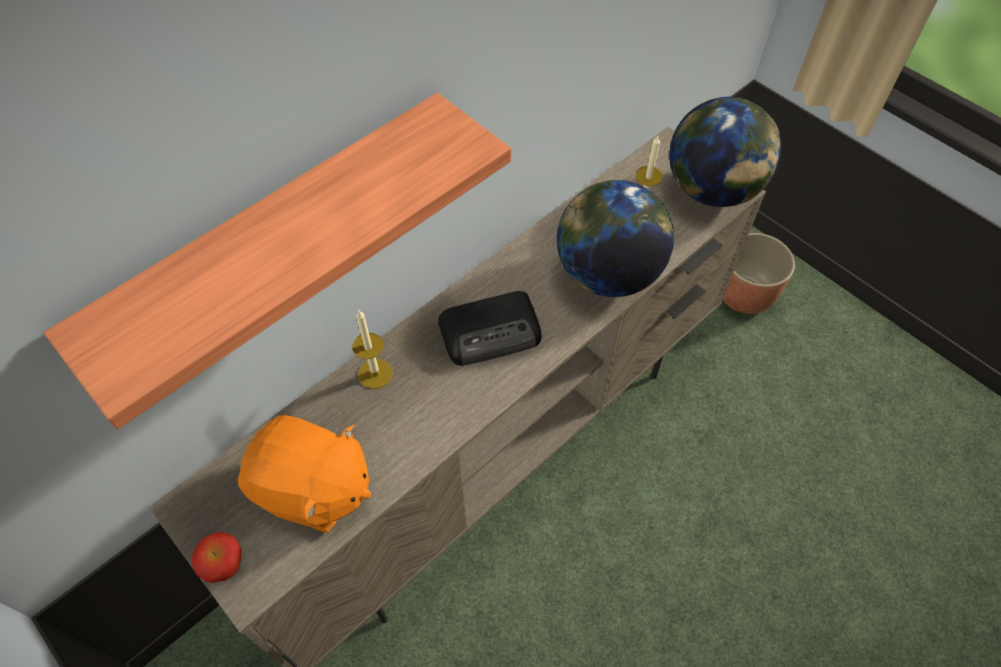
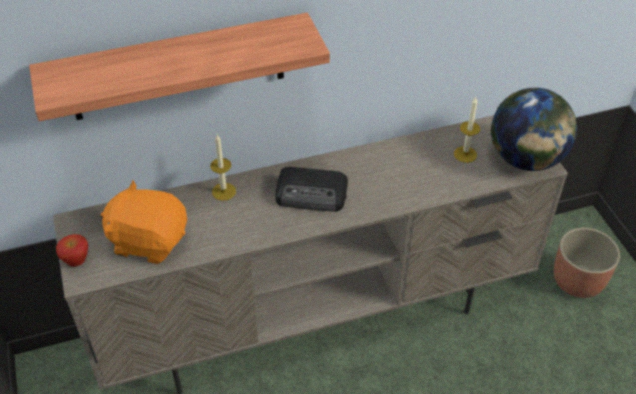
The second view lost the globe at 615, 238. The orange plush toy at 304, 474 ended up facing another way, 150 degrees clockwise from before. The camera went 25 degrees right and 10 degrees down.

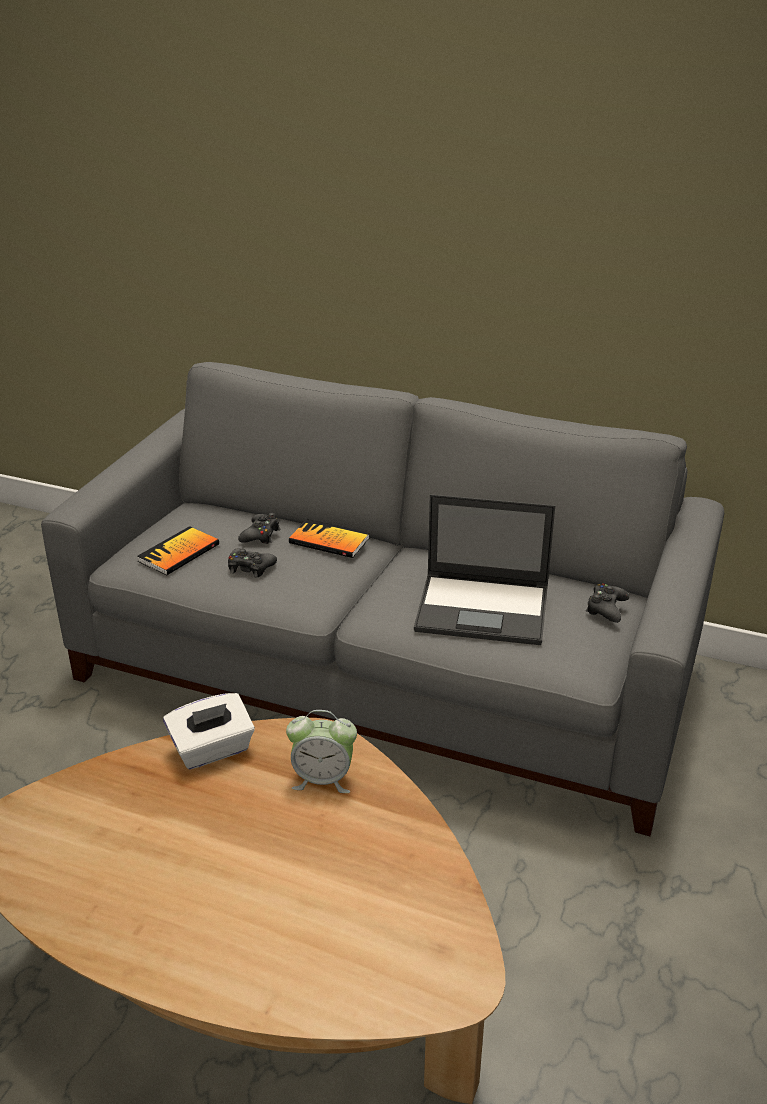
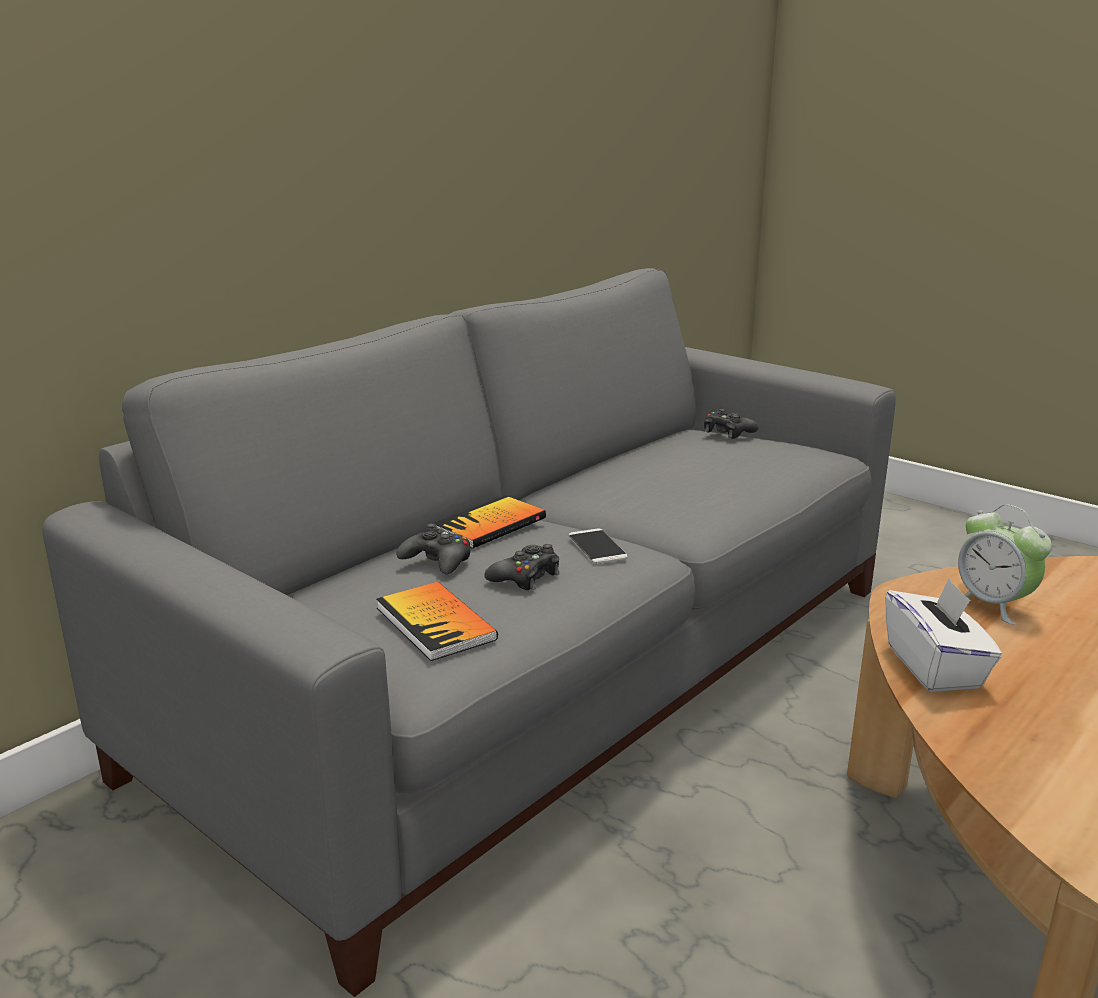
The second view lost the laptop at 484, 569. The second view gained the phone at 598, 546. The alarm clock at 321, 751 ended up facing another way, 120 degrees clockwise from before. The camera went 70 degrees left and 10 degrees down.

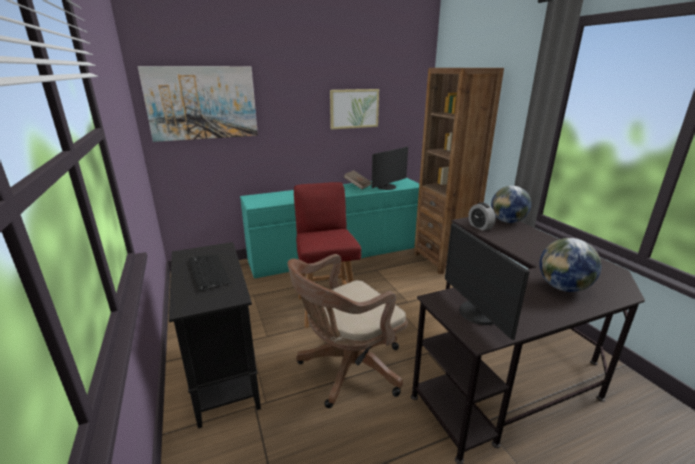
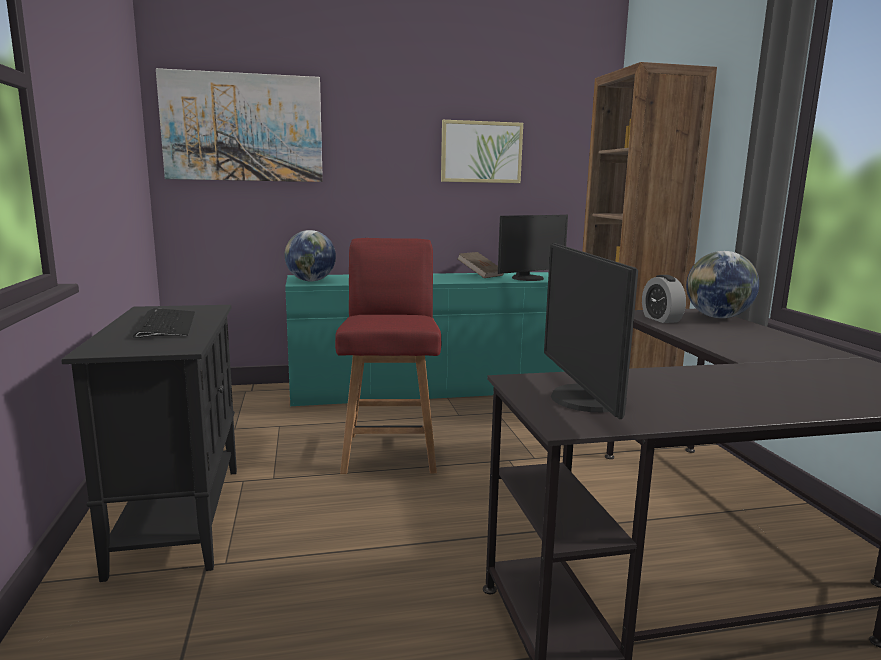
The second view lost the brown office chair at 348, 331. The globe ended up elsewhere, having gone from 570, 265 to 310, 255. The camera went 10 degrees right and 10 degrees down.

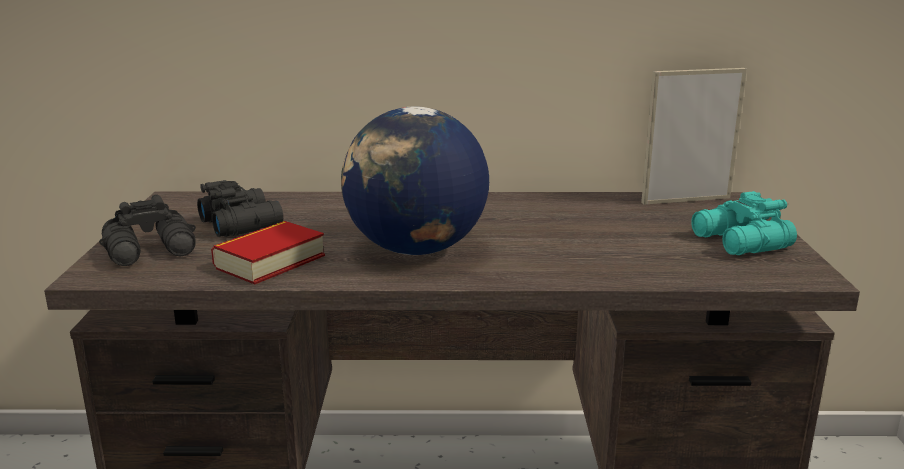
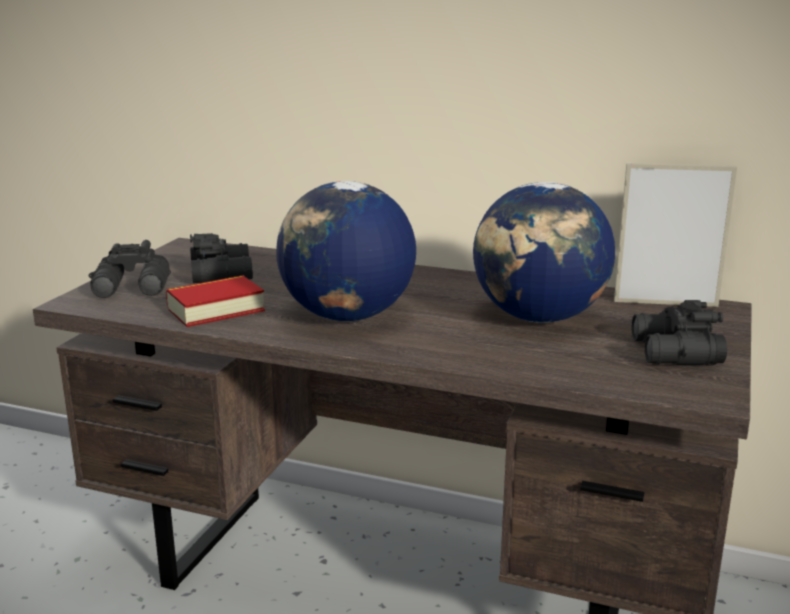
The second view gained the globe at 544, 252. What was the turquoise binoculars at 744, 223 turned into the black binoculars at 679, 332. The camera went 20 degrees right and 0 degrees up.

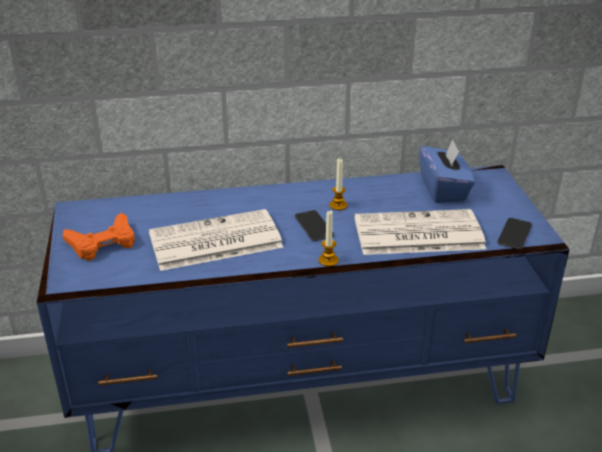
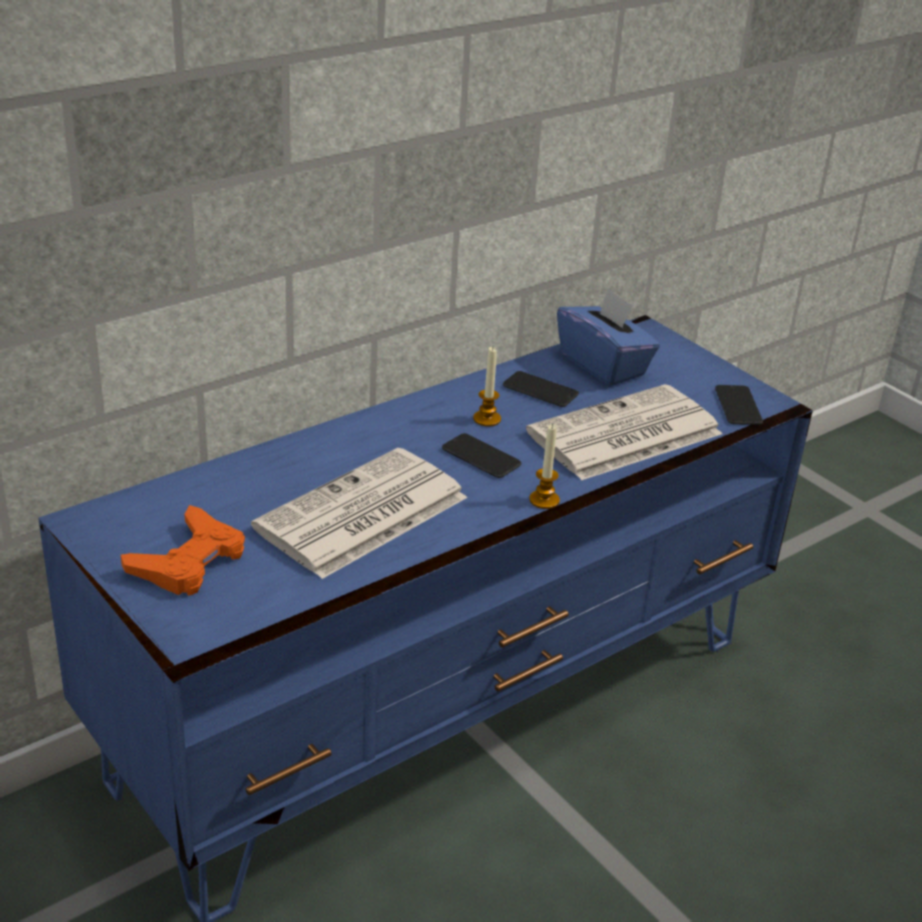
The second view gained the phone at 541, 389. The camera went 30 degrees left and 0 degrees up.

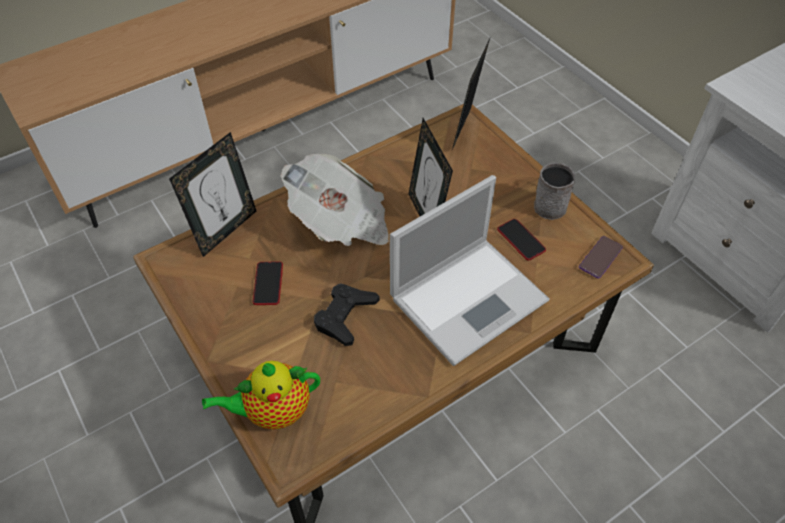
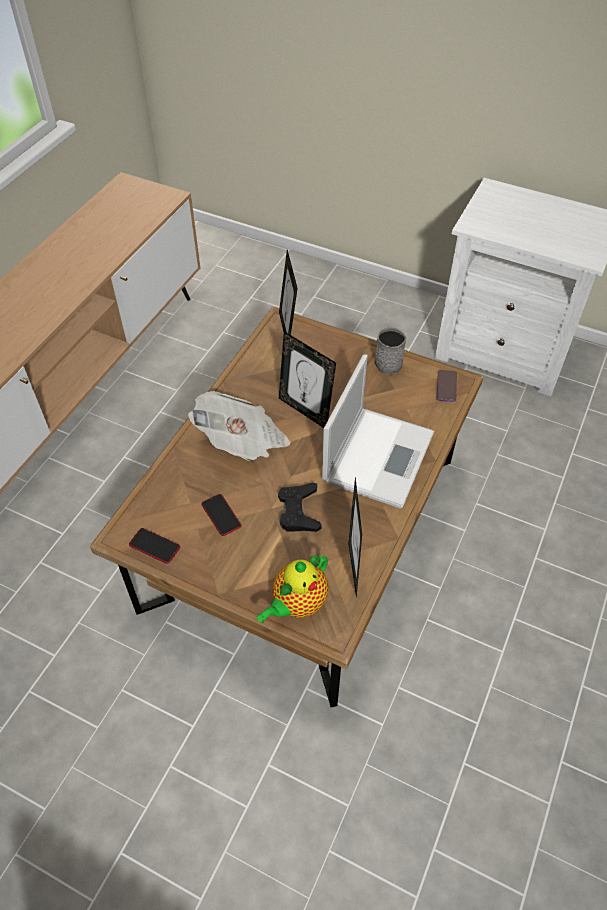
The picture frame ended up elsewhere, having gone from 212, 194 to 355, 537. The phone ended up elsewhere, having gone from 521, 240 to 154, 546. The camera went 30 degrees left and 0 degrees up.

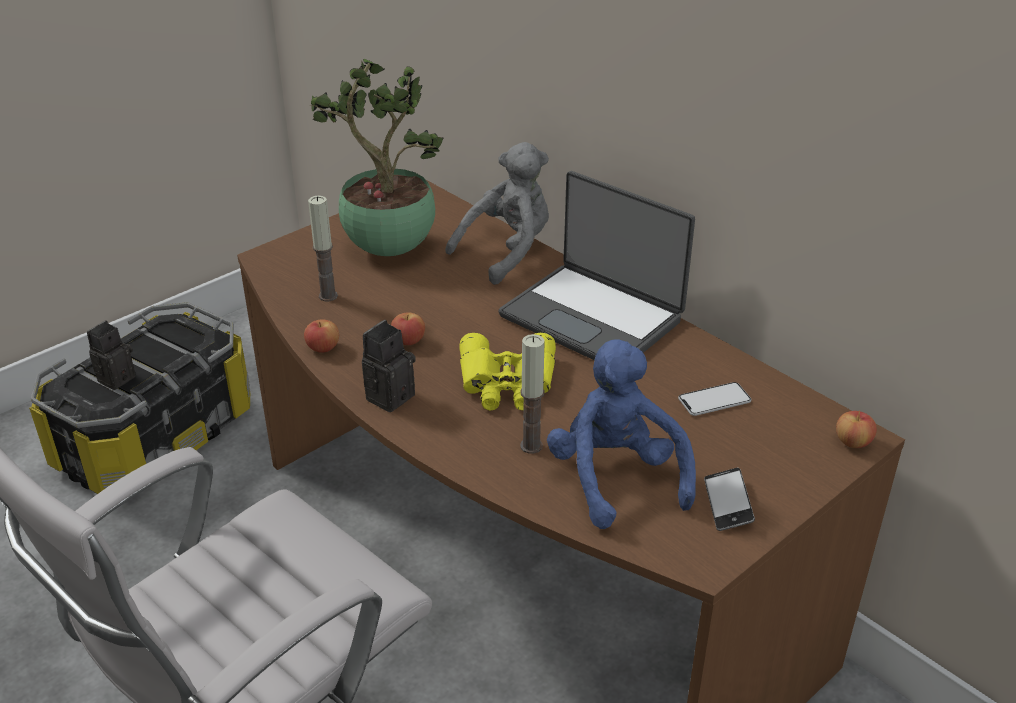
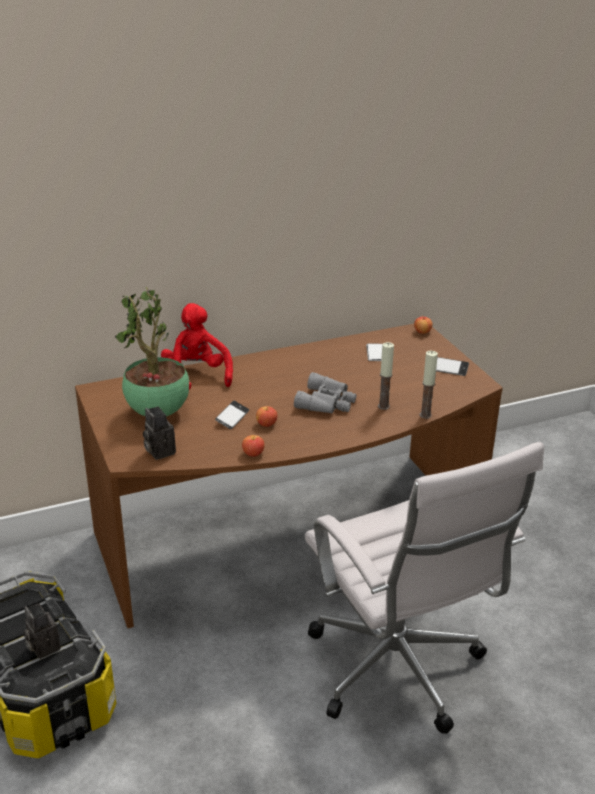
The second view lost the laptop at 597, 265. The second view lost the blue plush toy at 621, 434. The second view gained the phone at 232, 415. The candle ended up elsewhere, having gone from 323, 248 to 429, 385. The photo camera ended up elsewhere, having gone from 389, 366 to 159, 433. What was the grey plush toy at 497, 213 turned into the red plush toy at 197, 346. What was the yellow binoculars at 507, 371 turned into the grey binoculars at 325, 392. The camera went 70 degrees left and 5 degrees down.

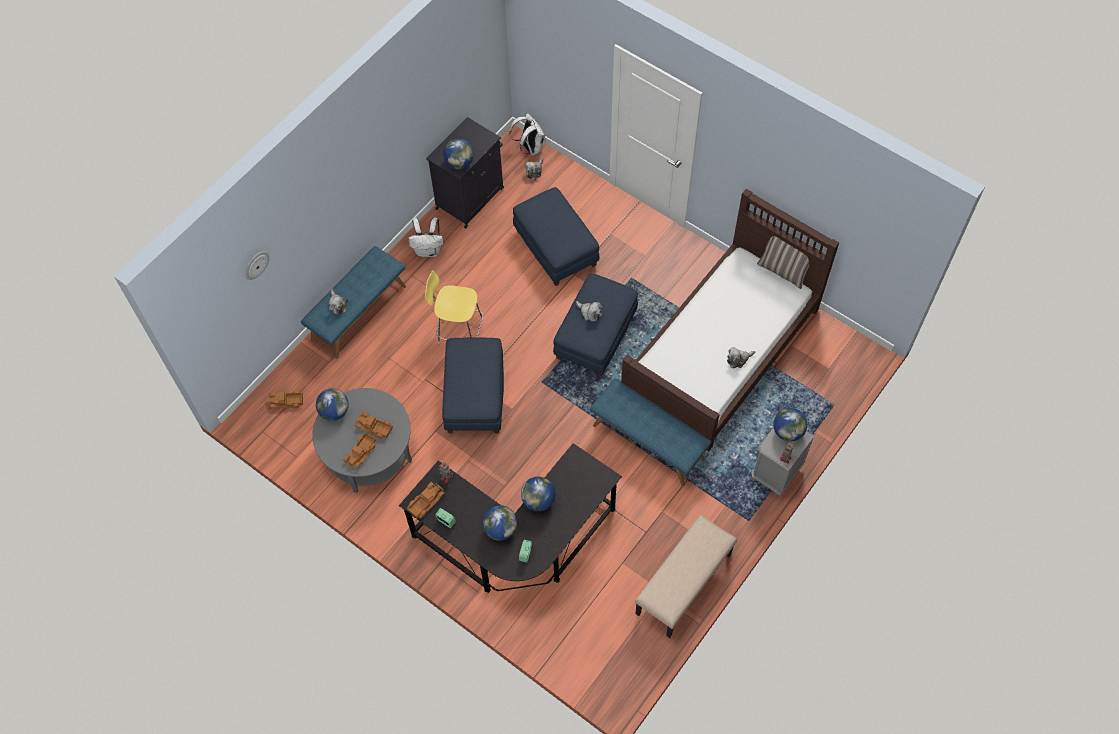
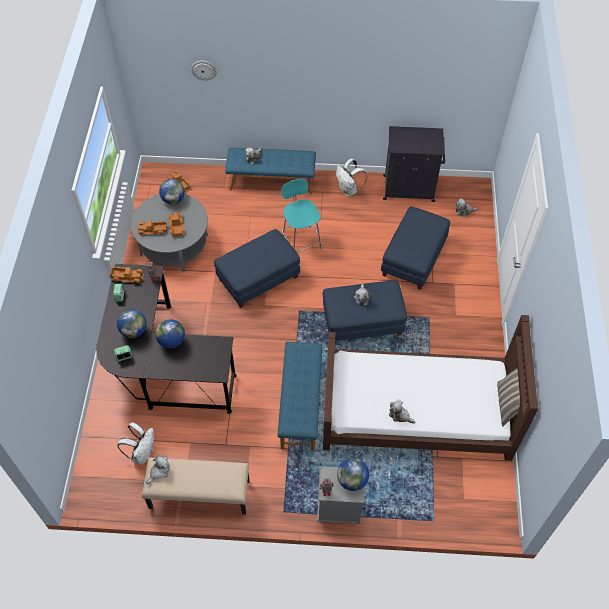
The second view lost the globe at 458, 154. The second view gained the plush toy at 158, 469. The white backpack ended up elsewhere, having gone from 528, 134 to 135, 443. What was the yellow stool at 454, 307 turned into the turquoise stool at 301, 215. The camera went 55 degrees right and 5 degrees down.

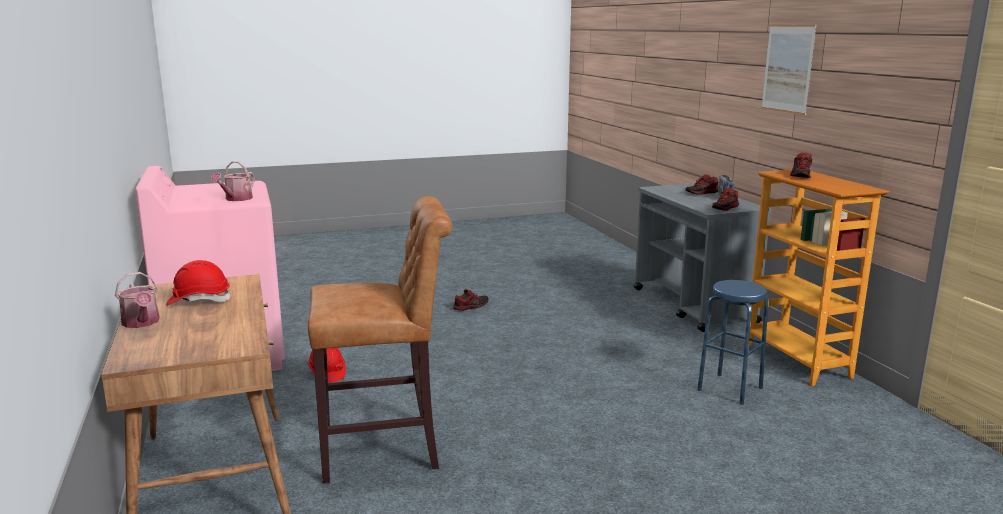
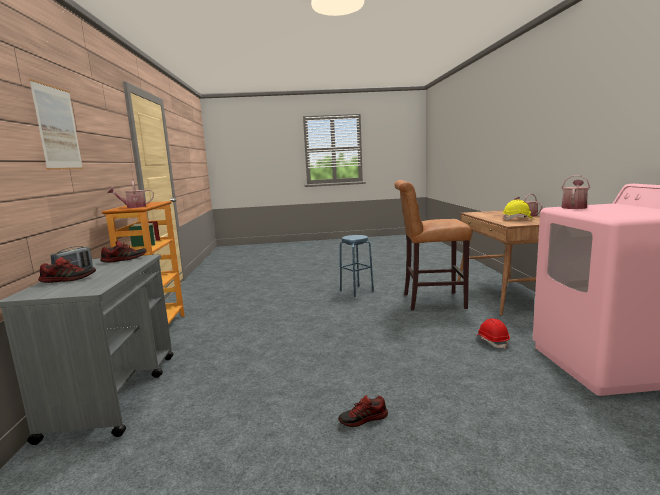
The blue stool ended up elsewhere, having gone from 733, 342 to 357, 266. Where the shoe stood at 801, 165, the watering can came to stand at 130, 194. What was the red hard hat at 198, 283 turned into the yellow hard hat at 518, 210. The camera went 165 degrees left and 5 degrees down.

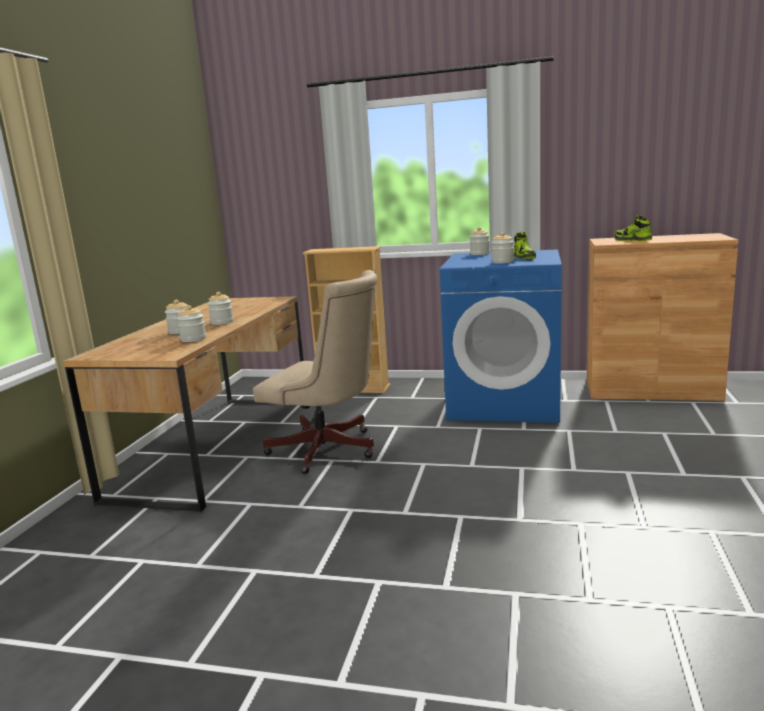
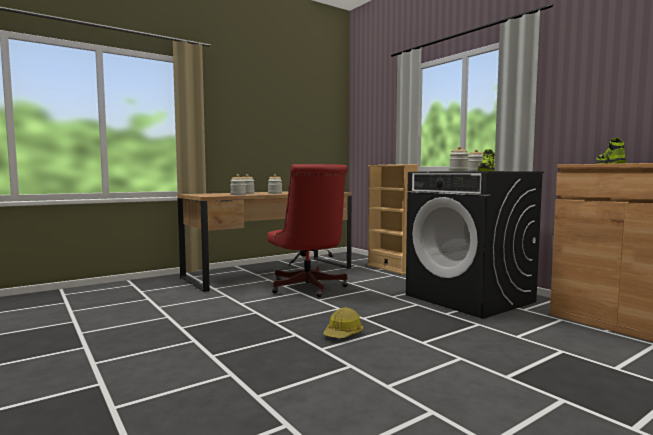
The second view gained the hard hat at 343, 322. What was the beige office chair at 315, 372 turned into the red office chair at 307, 230. What was the blue washing machine at 501, 336 turned into the black washing machine at 475, 245. The camera went 40 degrees right and 10 degrees down.

